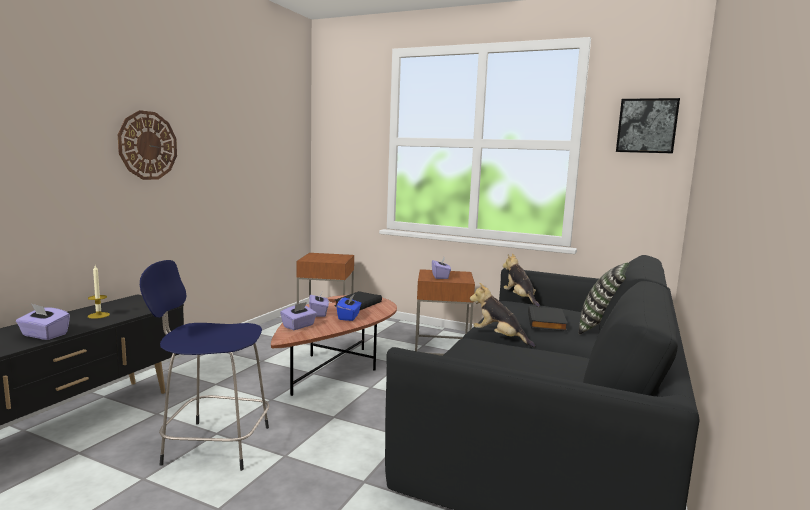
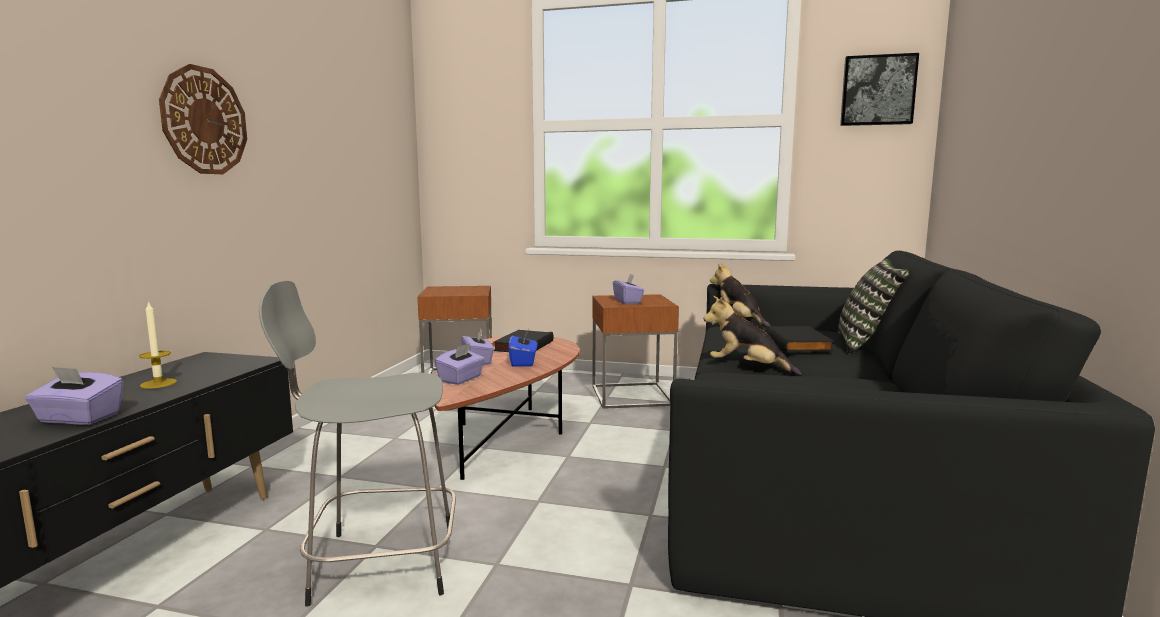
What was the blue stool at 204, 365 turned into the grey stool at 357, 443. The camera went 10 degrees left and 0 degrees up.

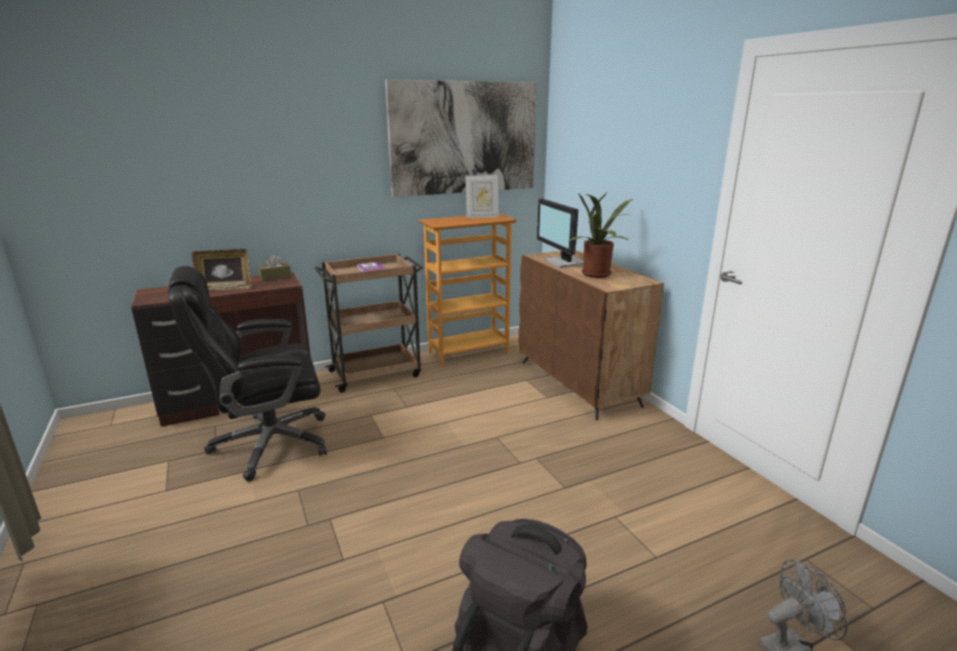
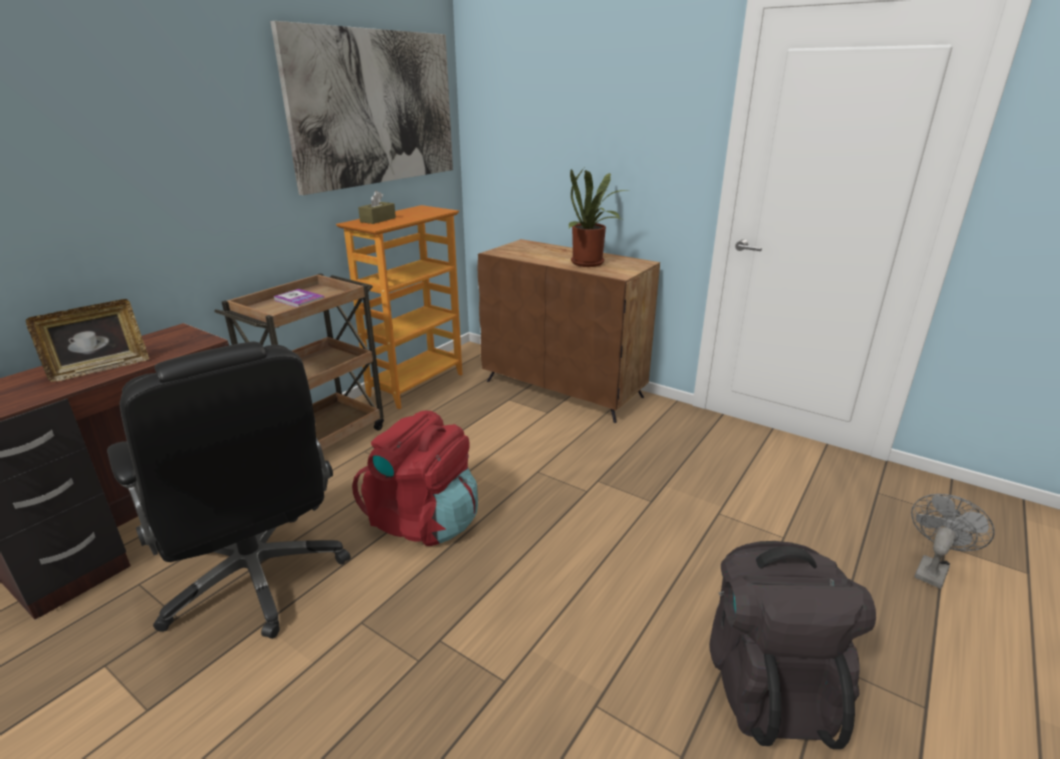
The second view lost the picture frame at 482, 196. The second view lost the monitor at 560, 233. The second view gained the red backpack at 415, 478. The brown tissue box ended up elsewhere, having gone from 274, 267 to 377, 207. The black office chair at 247, 373 ended up facing another way, 75 degrees counterclockwise from before. The camera went 30 degrees left and 5 degrees up.

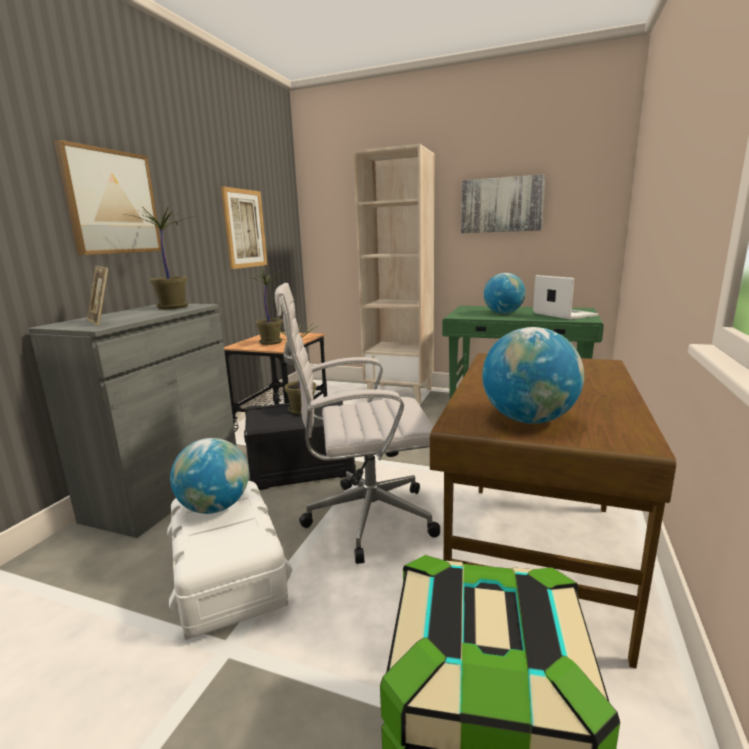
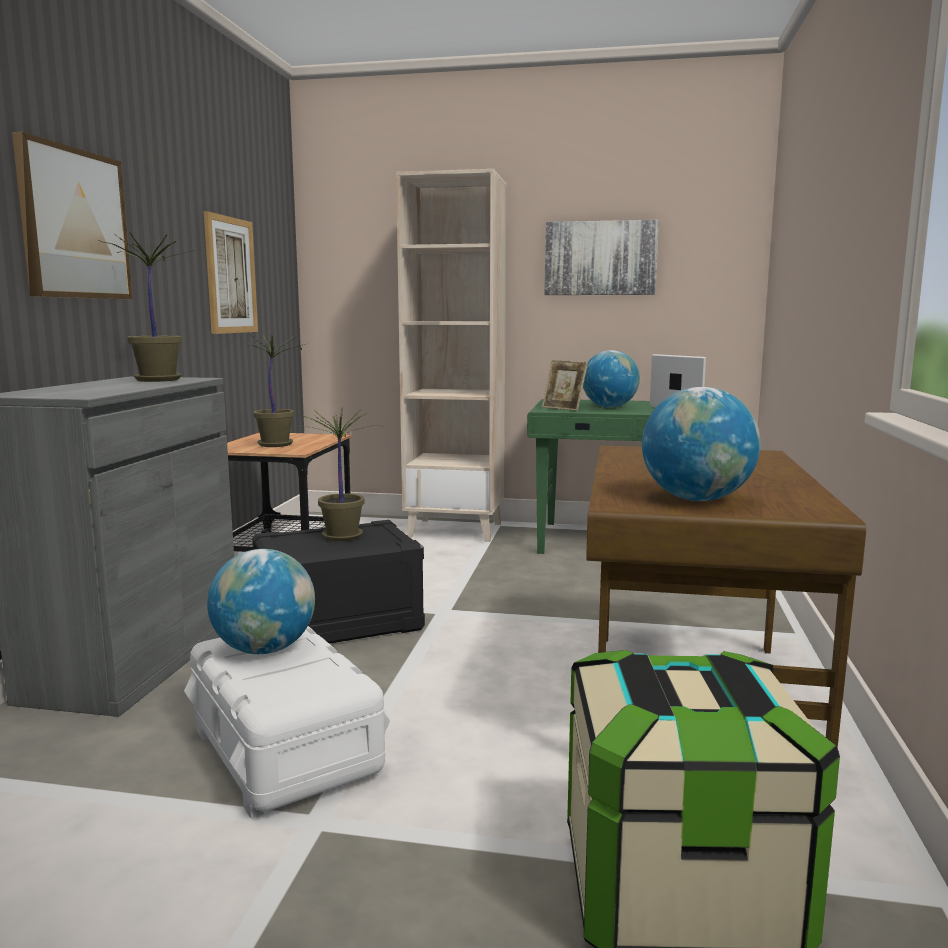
The second view lost the white office chair at 357, 423. The picture frame ended up elsewhere, having gone from 97, 296 to 565, 385. The camera went 10 degrees left and 5 degrees down.

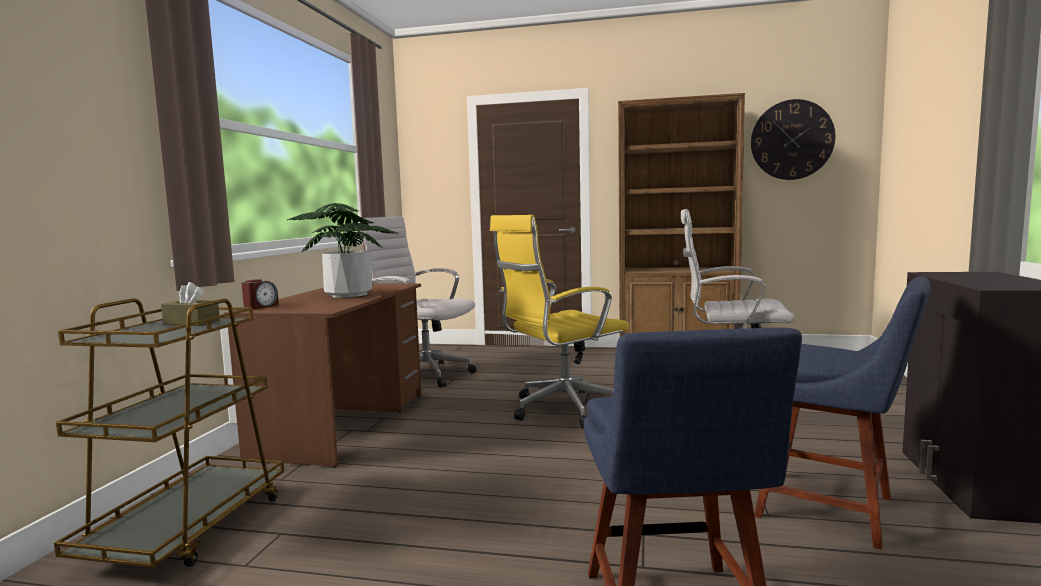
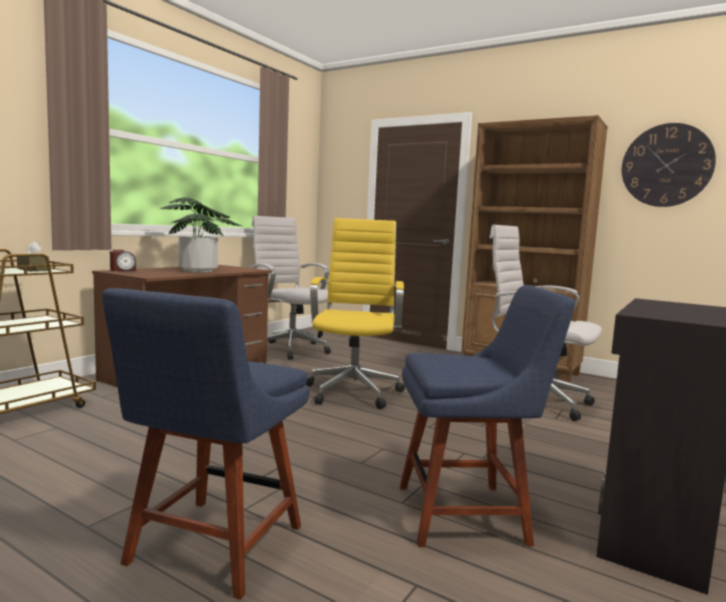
The yellow office chair at 559, 322 ended up facing another way, 105 degrees clockwise from before. The blue chair at 842, 413 ended up facing another way, 60 degrees counterclockwise from before. The camera went 20 degrees right and 0 degrees up.

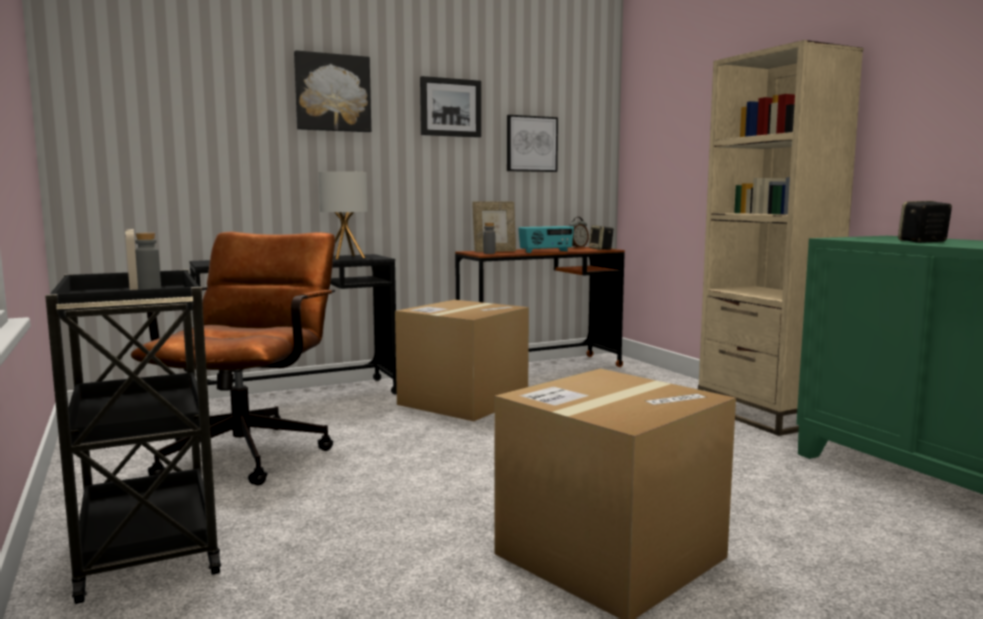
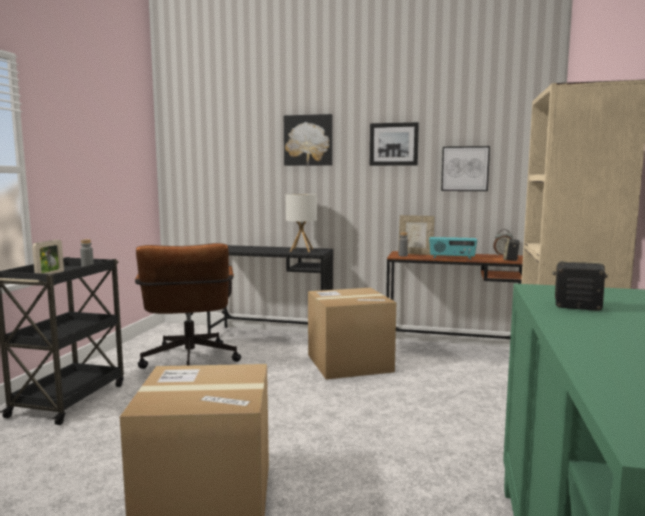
The brown office chair at 233, 358 ended up facing another way, 120 degrees clockwise from before. The camera went 40 degrees right and 0 degrees up.

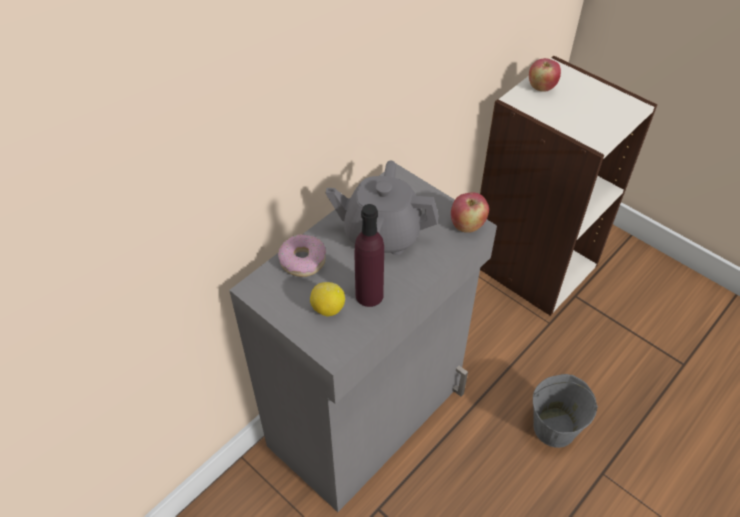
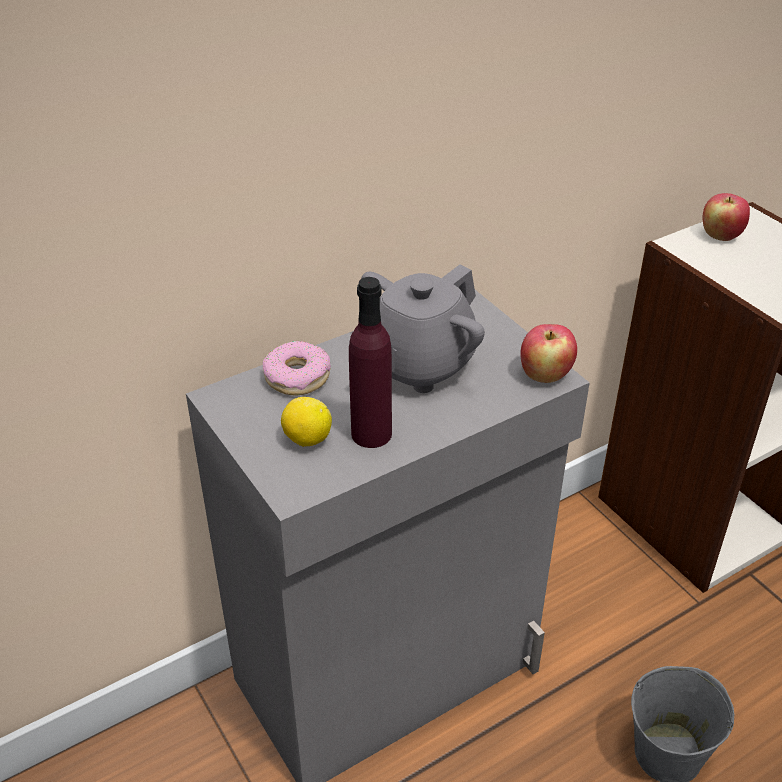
The grey teapot at 382, 208 ended up facing another way, 75 degrees counterclockwise from before. The camera went 15 degrees right and 10 degrees down.

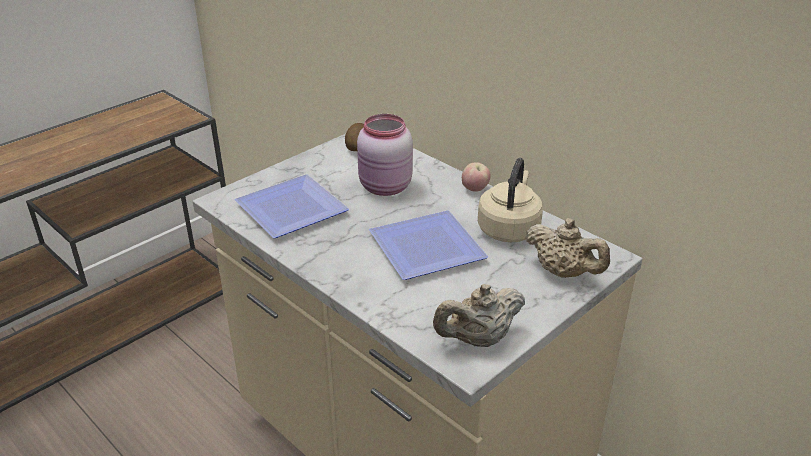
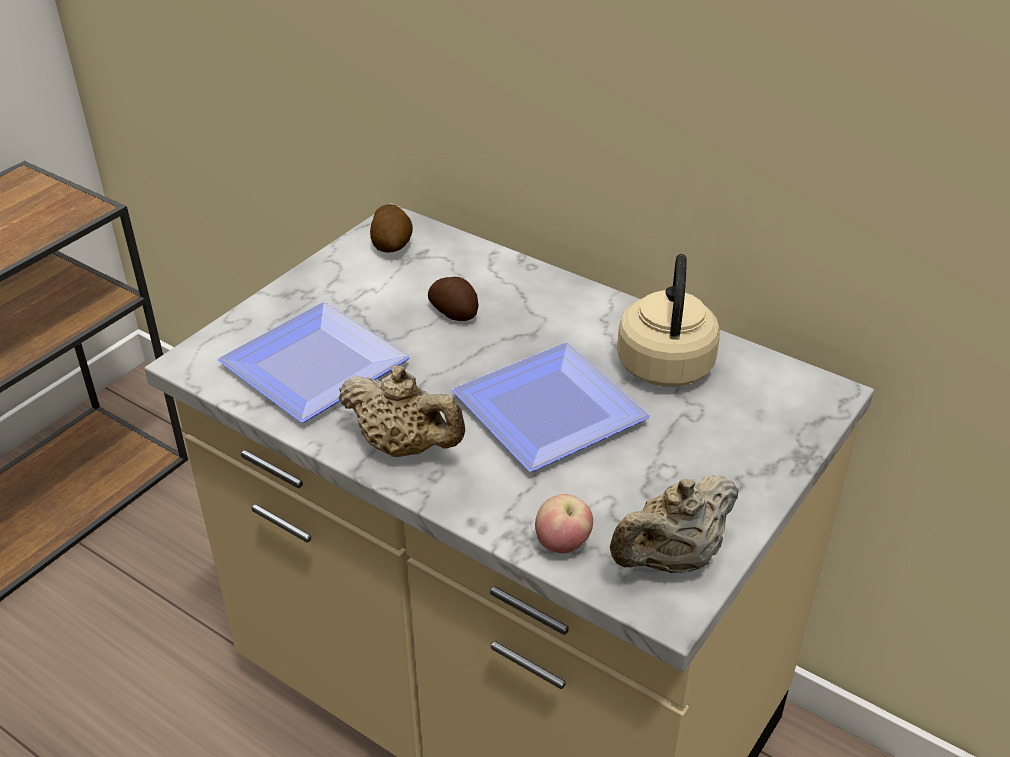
The apple ended up elsewhere, having gone from 476, 177 to 564, 523. The beige teapot ended up elsewhere, having gone from 567, 248 to 401, 411. Where the pink jar stood at 385, 155, the potato came to stand at 453, 299. The camera went 10 degrees left and 5 degrees up.

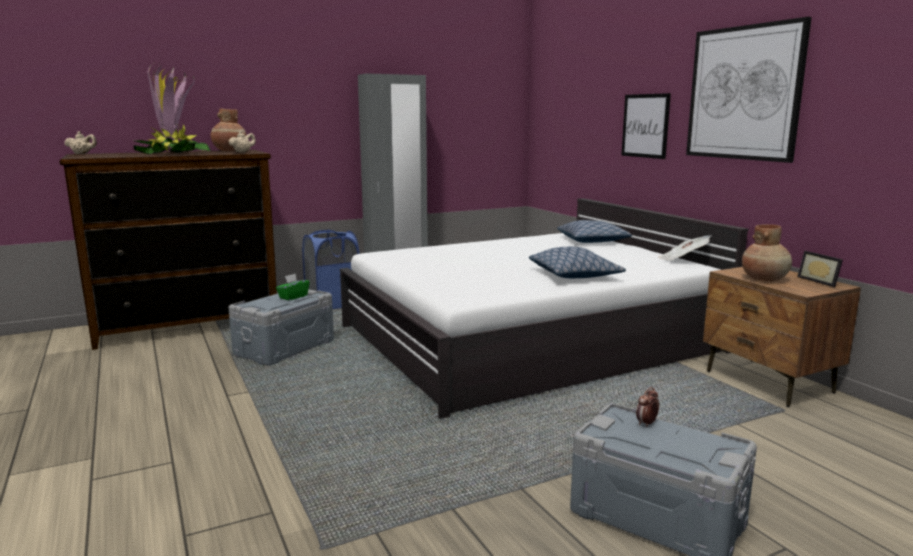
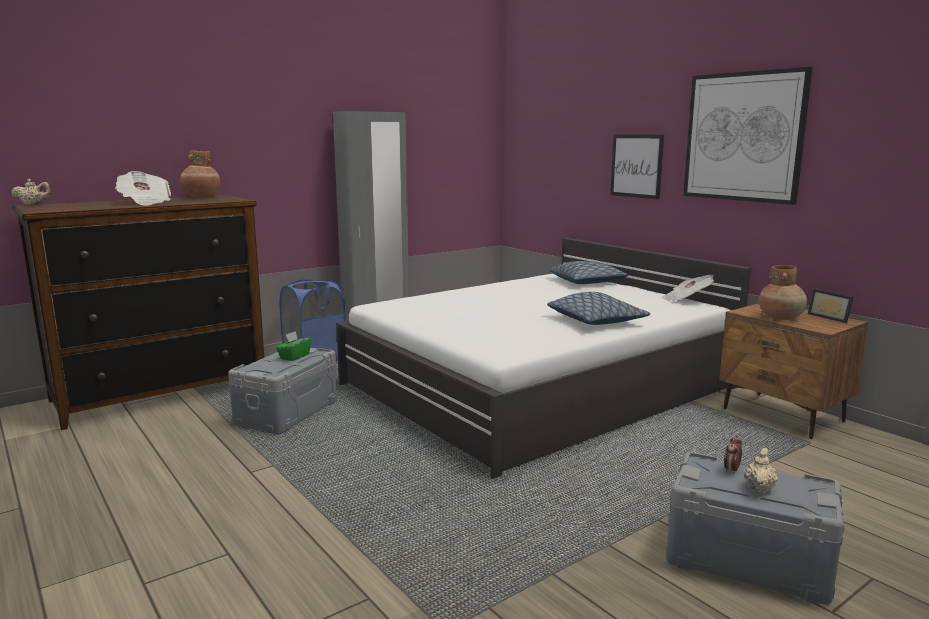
The beige teapot ended up elsewhere, having gone from 242, 142 to 760, 470. Where the potted plant stood at 172, 108, the newspaper came to stand at 143, 188. The camera went 10 degrees left and 0 degrees up.

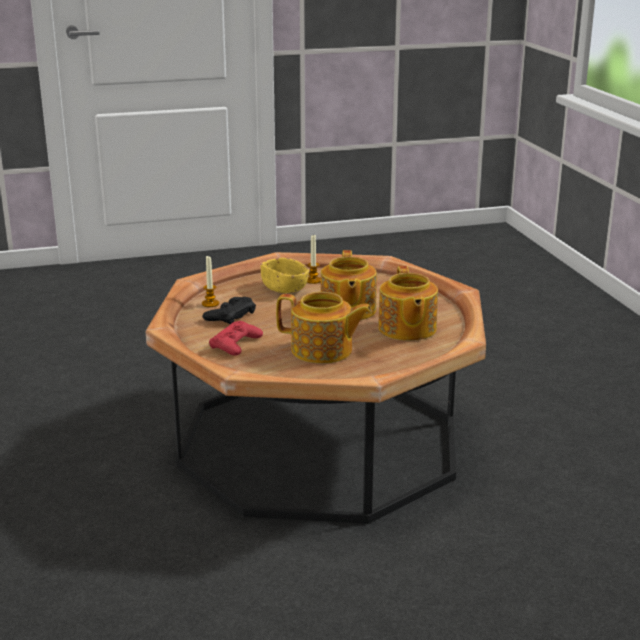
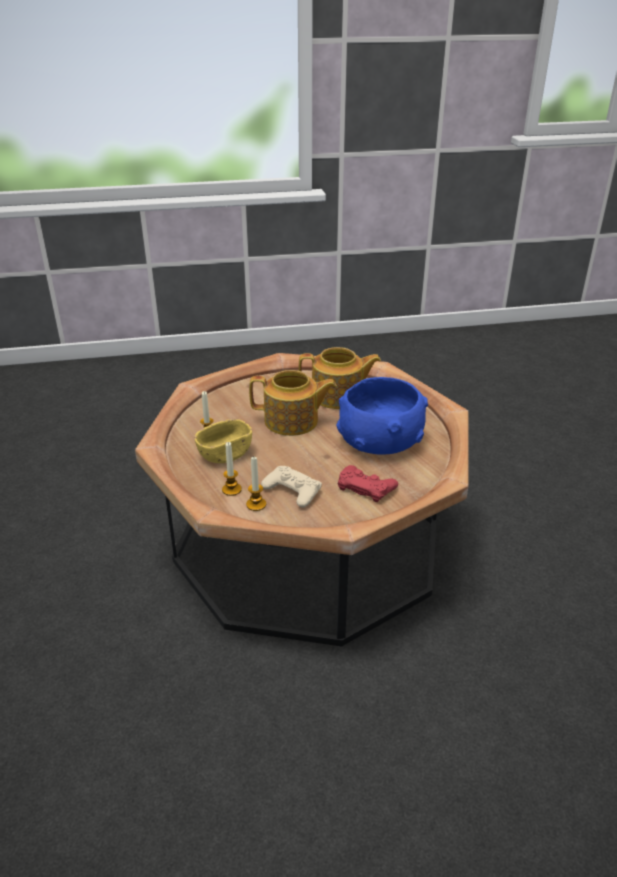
The second view gained the candle at 232, 469. Where the teapot stood at 324, 328, the blue bowl came to stand at 382, 415. What was the black game controller at 229, 310 turned into the beige game controller at 291, 486. The camera went 85 degrees left and 10 degrees up.

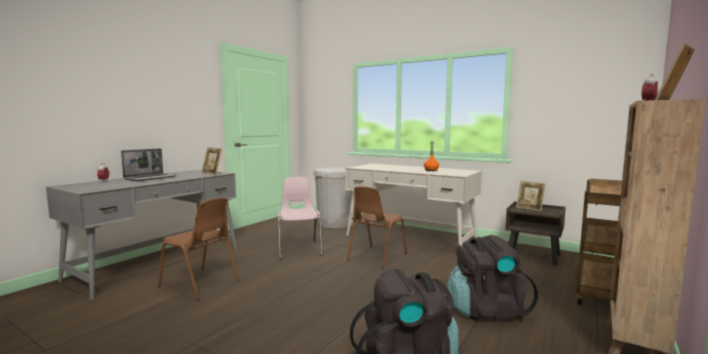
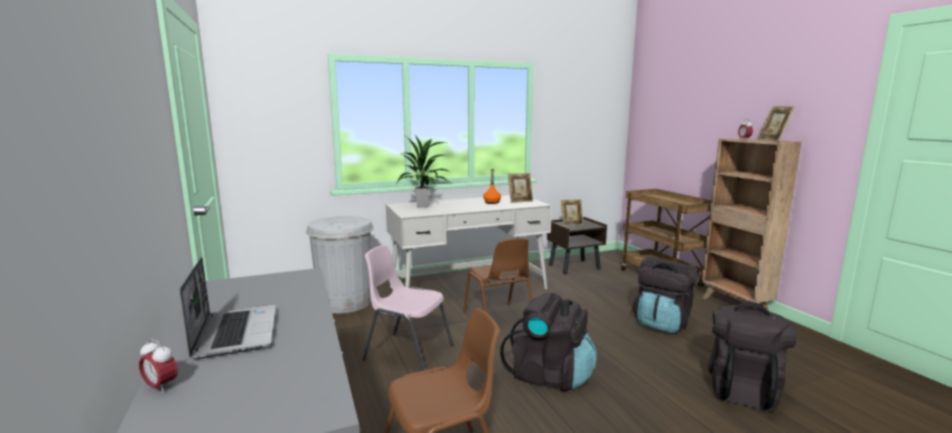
The second view gained the potted plant at 423, 171. The second view gained the black backpack at 548, 342. The picture frame ended up elsewhere, having gone from 211, 161 to 520, 188. The camera went 55 degrees left and 5 degrees up.

